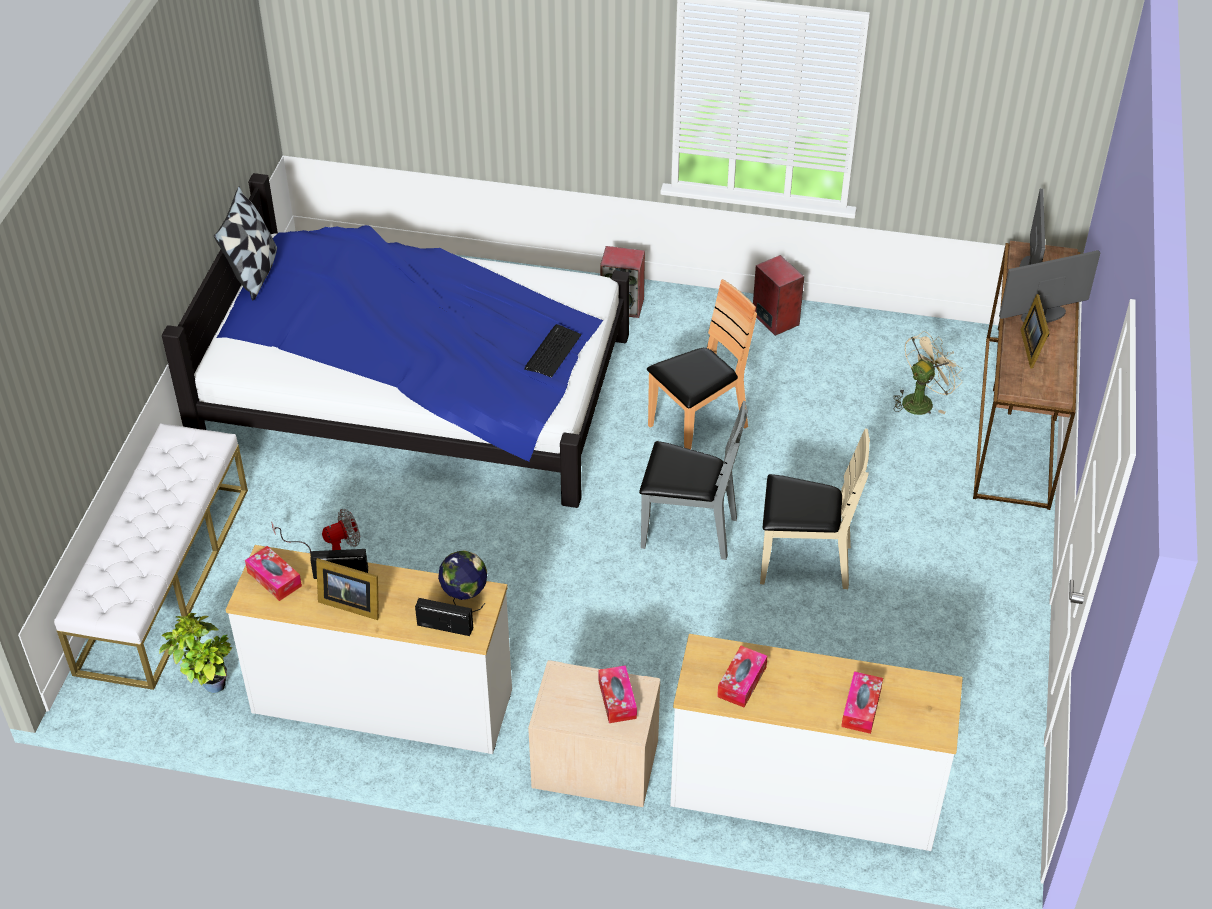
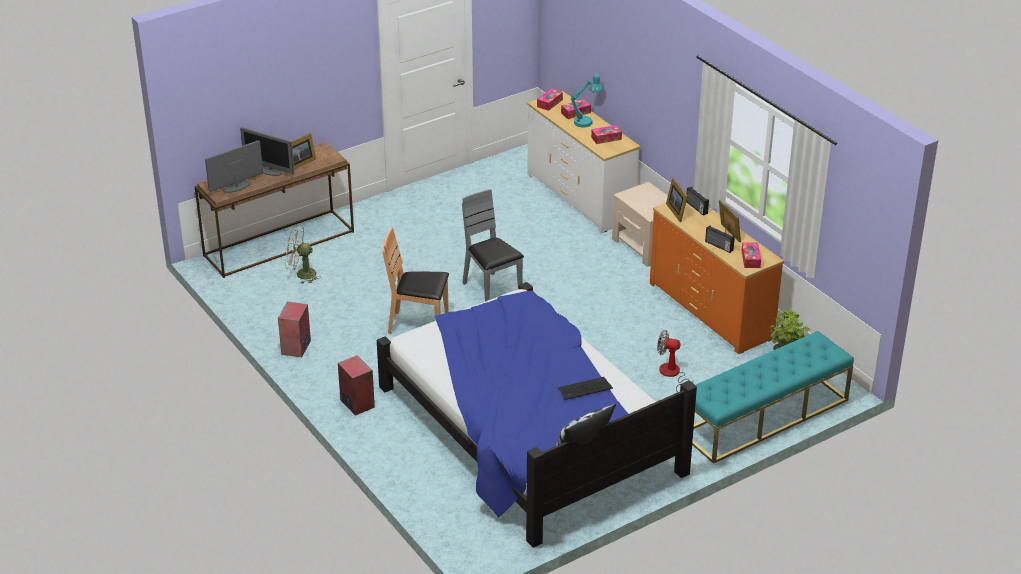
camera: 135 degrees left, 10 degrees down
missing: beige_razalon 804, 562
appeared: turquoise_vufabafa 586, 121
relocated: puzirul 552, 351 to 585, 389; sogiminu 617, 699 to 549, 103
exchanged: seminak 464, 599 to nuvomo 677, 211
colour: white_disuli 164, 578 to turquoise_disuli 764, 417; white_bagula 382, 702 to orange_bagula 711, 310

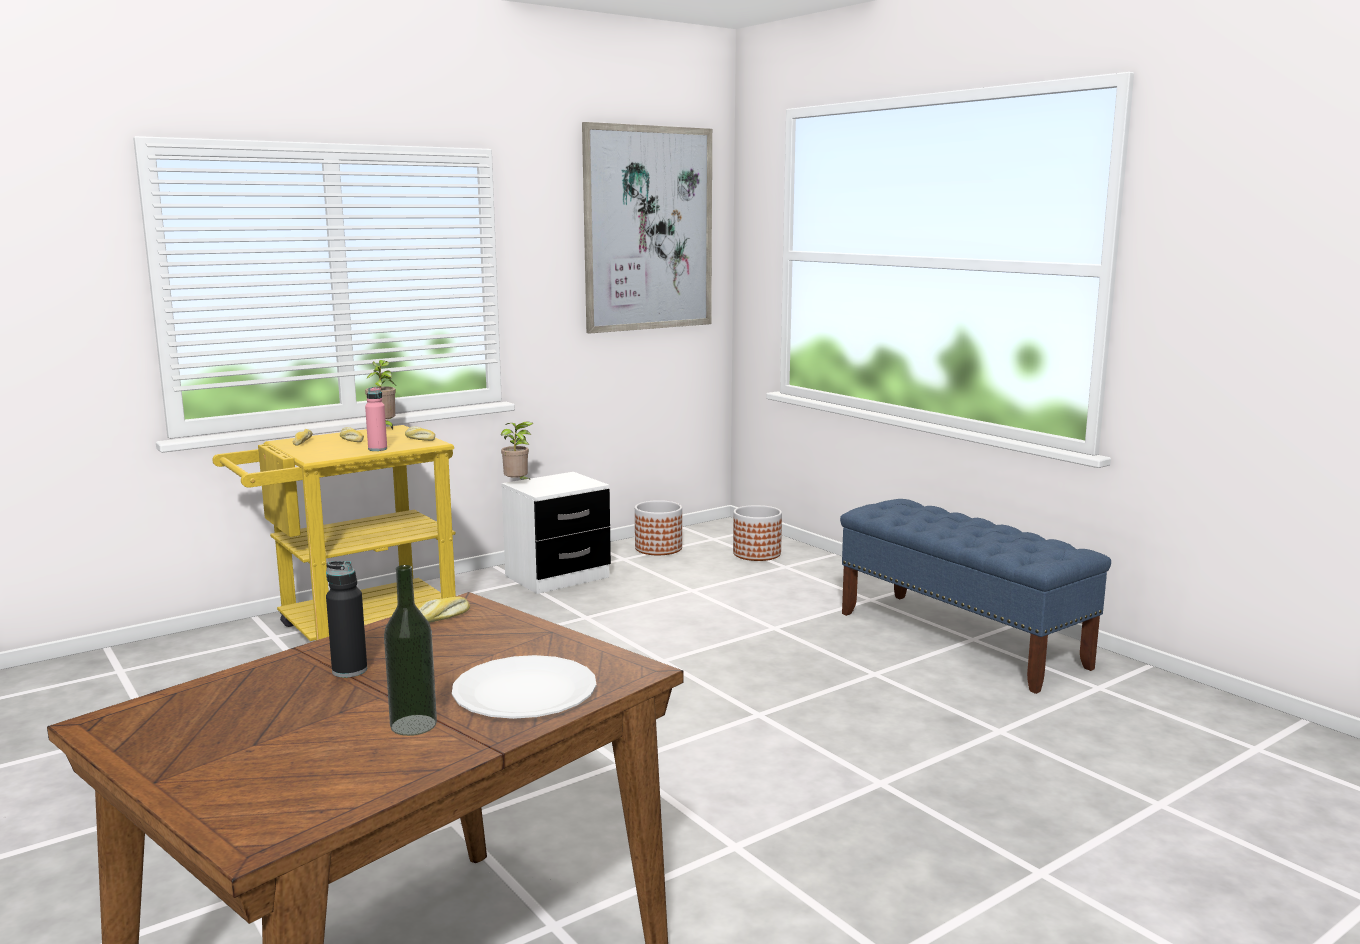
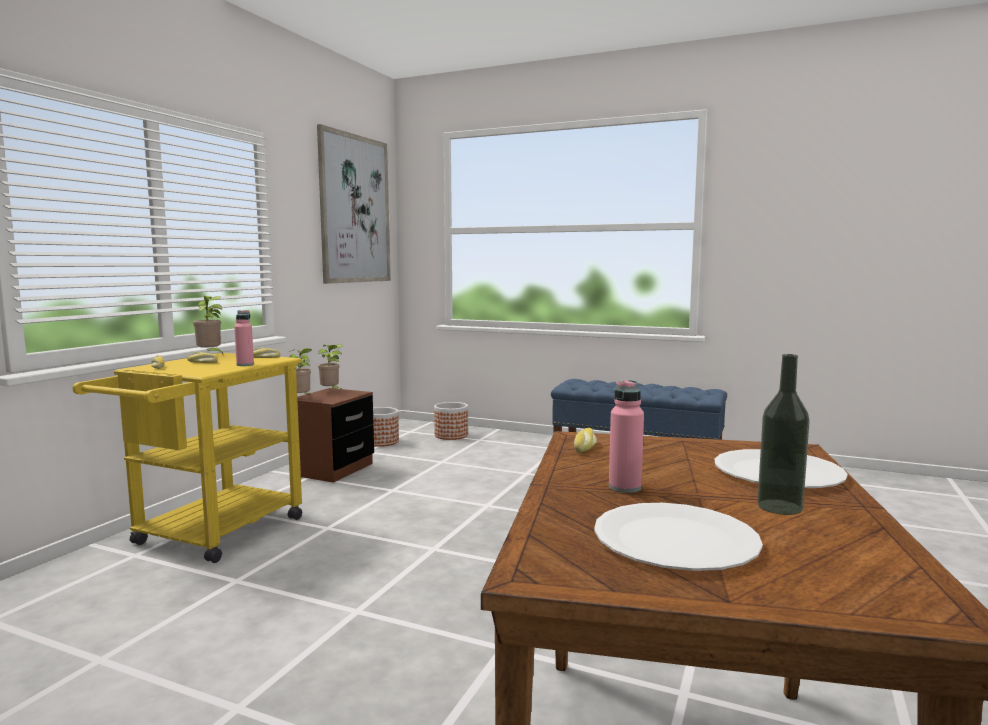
camera: 30 degrees left, 5 degrees down
appeared: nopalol 331, 391; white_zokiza 675, 540
colour: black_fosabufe 349, 670 to pink_fosabufe 625, 487; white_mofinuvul 557, 577 to brown_mofinuvul 333, 469

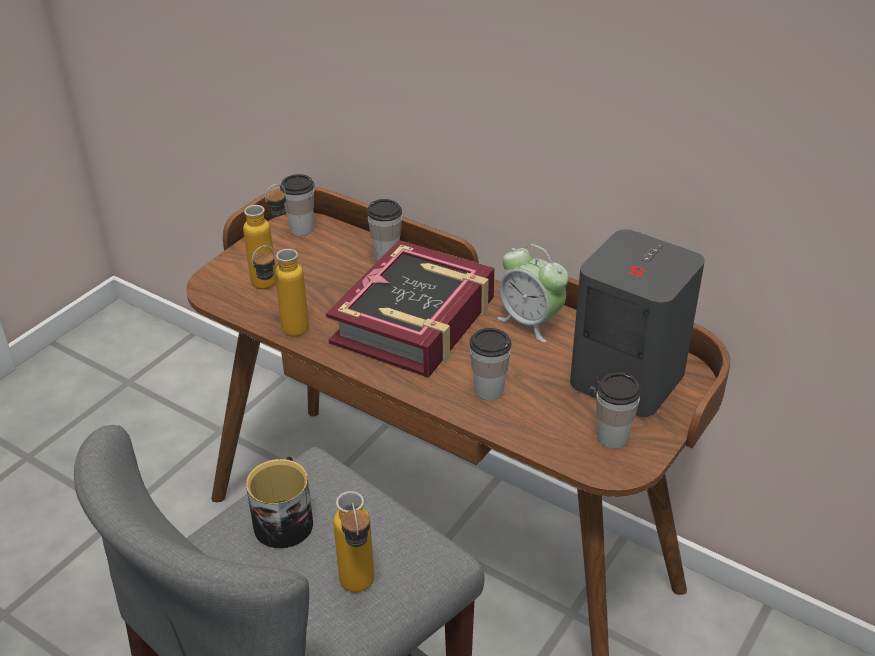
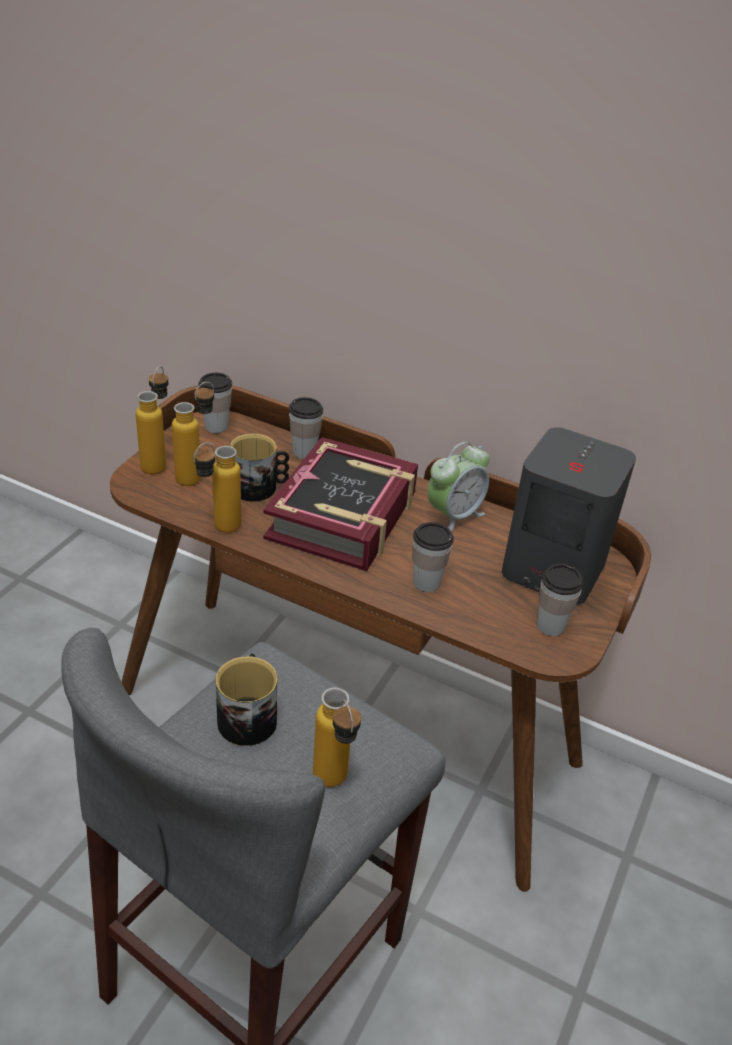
camera: 10 degrees left, 0 degrees up
appeared: fosabufe 158, 462; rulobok 259, 487
spun: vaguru 530, 322 = 453, 516 75 degrees counterclockwise

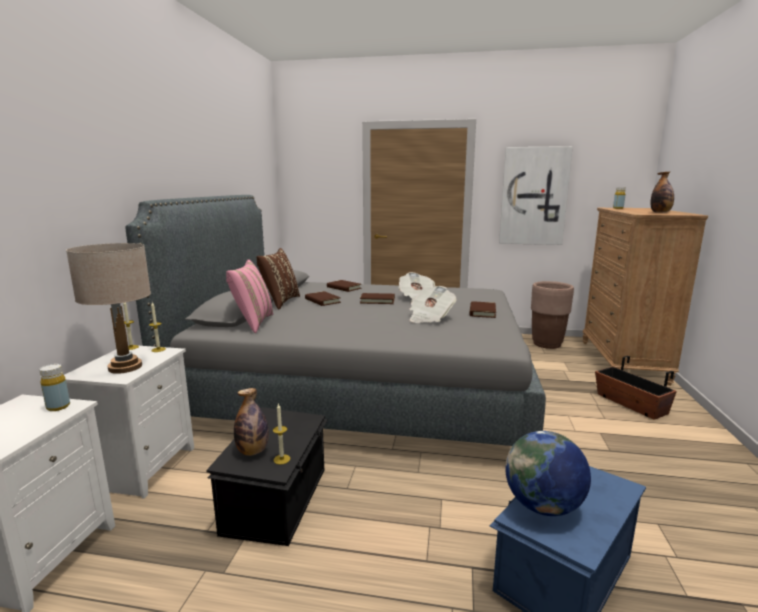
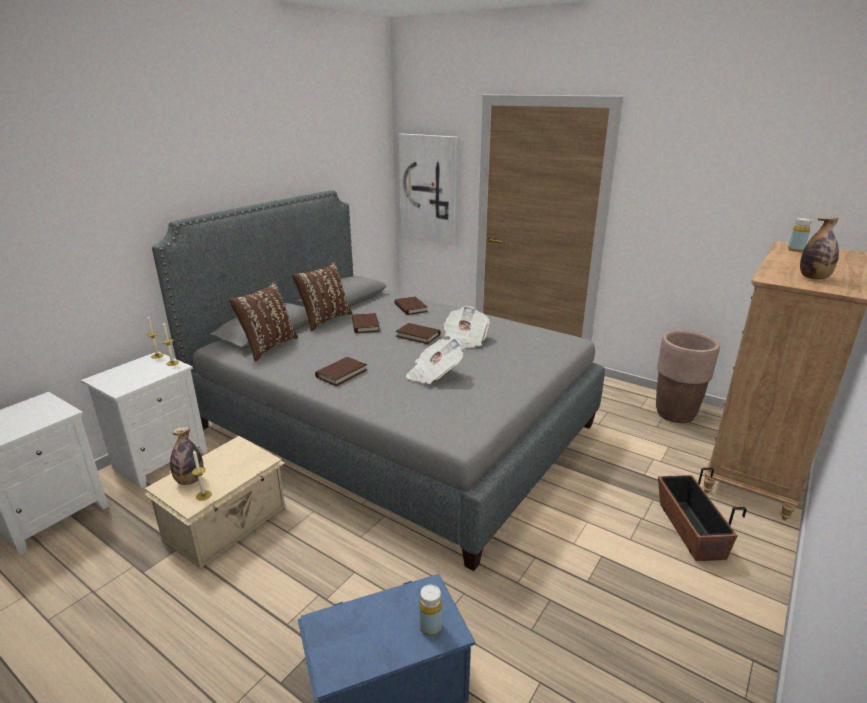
camera: 25 degrees right, 10 degrees up
missing: beige_vufabafa 125, 367; seminak 543, 506
relocated: yellow_fosabufe 58, 407 to 430, 627; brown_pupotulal 482, 312 to 341, 373; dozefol 533, 196 to 429, 189
colour: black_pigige 278, 499 to beige_pigige 227, 523; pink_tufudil 252, 323 to brown_tufudil 268, 347

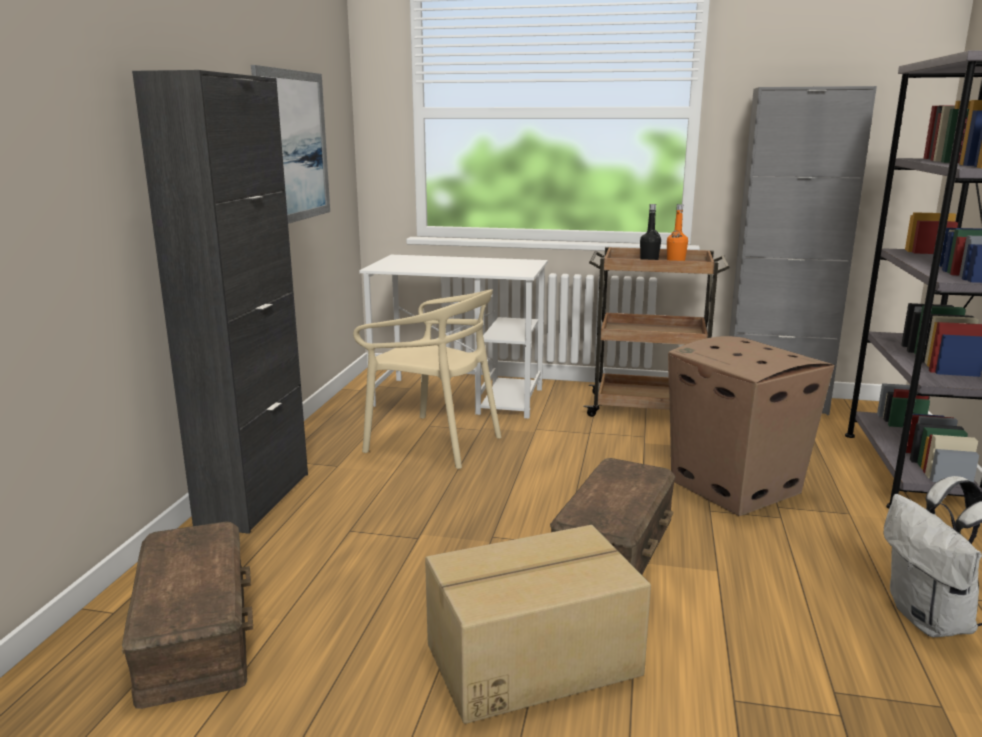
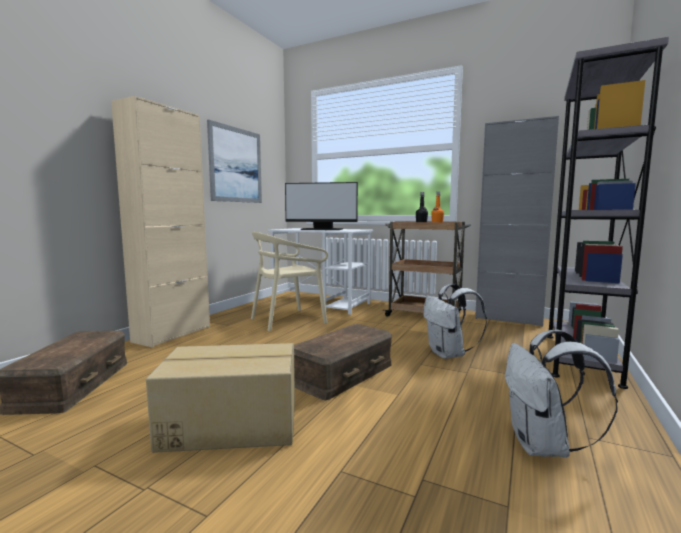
camera: 15 degrees right, 10 degrees down
appeared: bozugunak 322, 229
exchanged: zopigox 736, 487 to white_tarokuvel 449, 354
colour: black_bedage 254, 499 to beige_bedage 172, 334
spun: beige_razalon 434, 442 = 288, 320 105 degrees clockwise

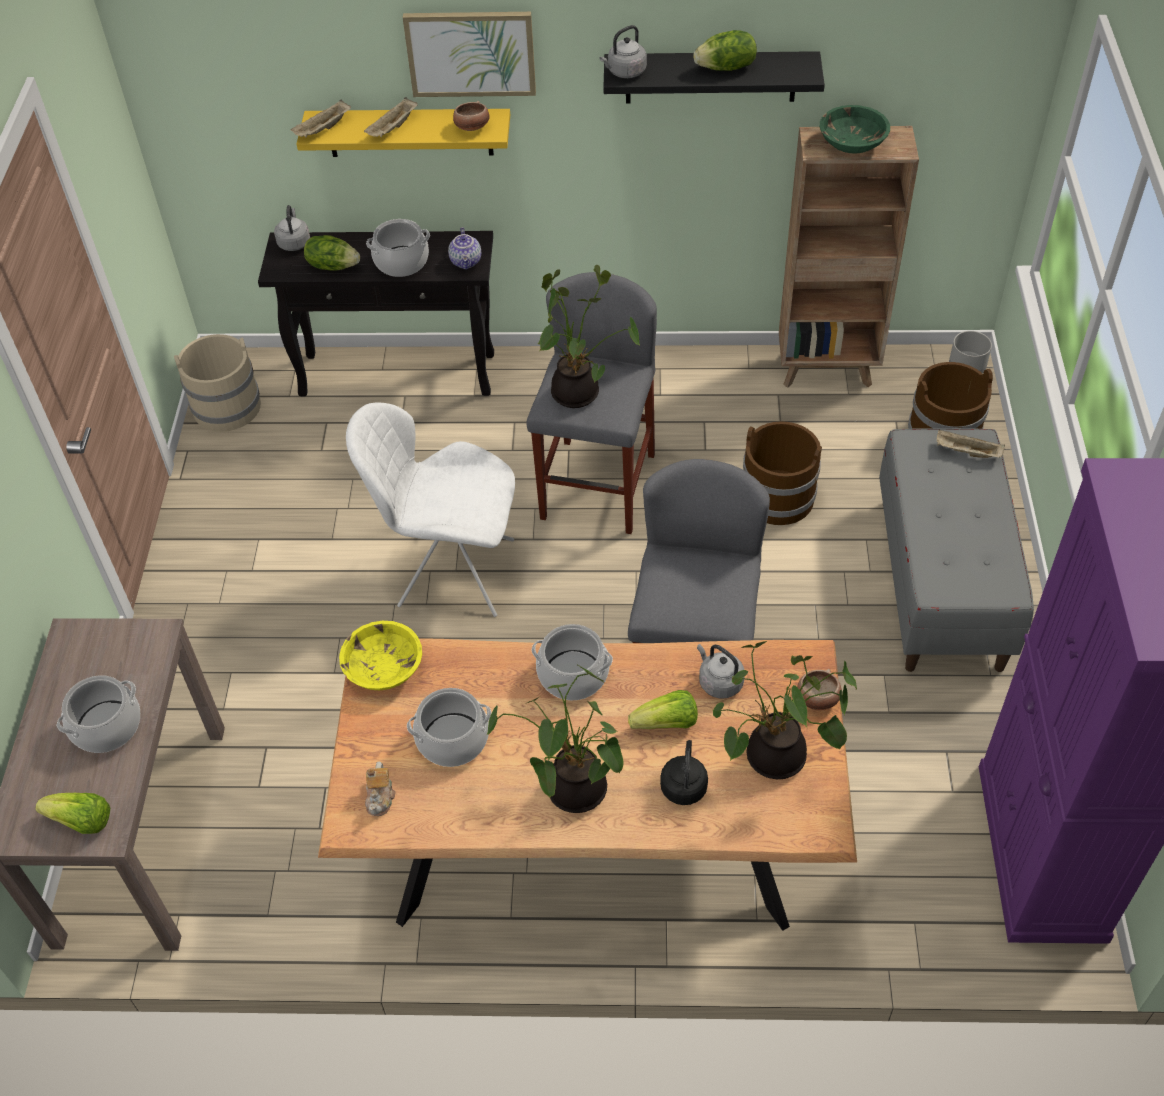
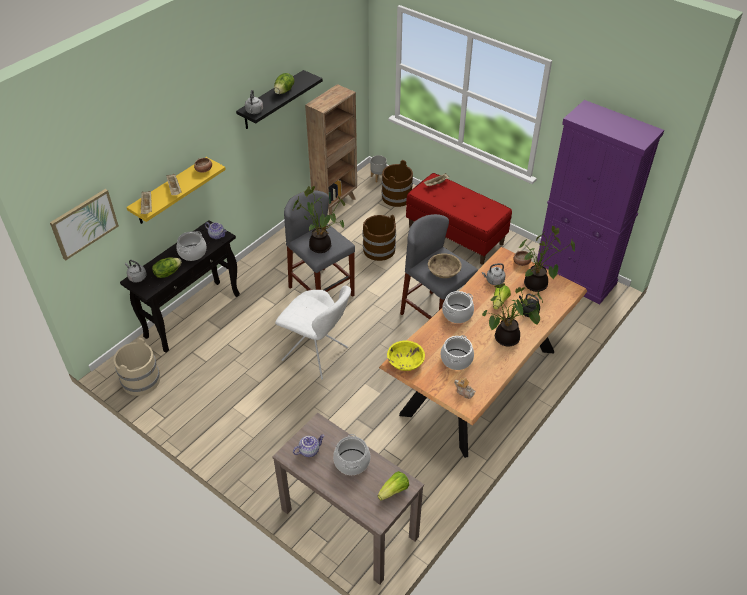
camera: 55 degrees left, 5 degrees down
missing: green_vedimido 852, 144
appeared: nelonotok 309, 450; beige_vedimido 443, 272
relocated: dozefol 471, 53 to 84, 223
colour: grey_disuli 941, 583 to red_disuli 456, 235
spun: white_razalon 451, 572 = 317, 355 105 degrees counterclockwise

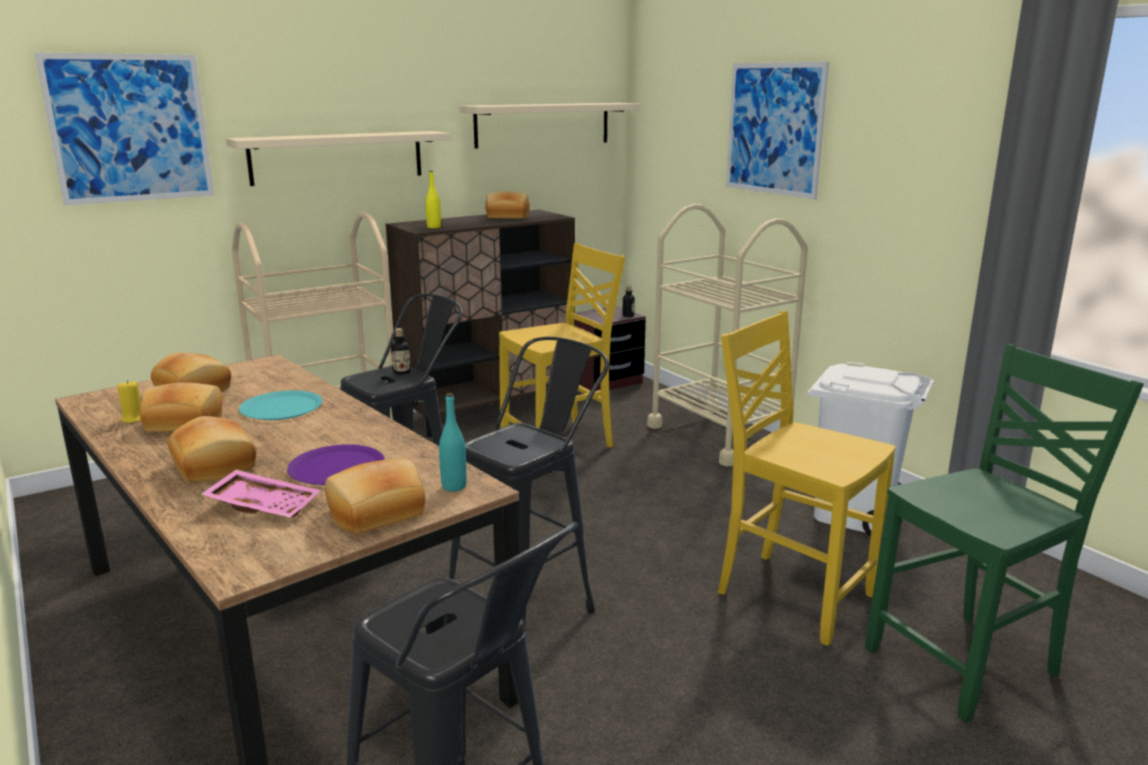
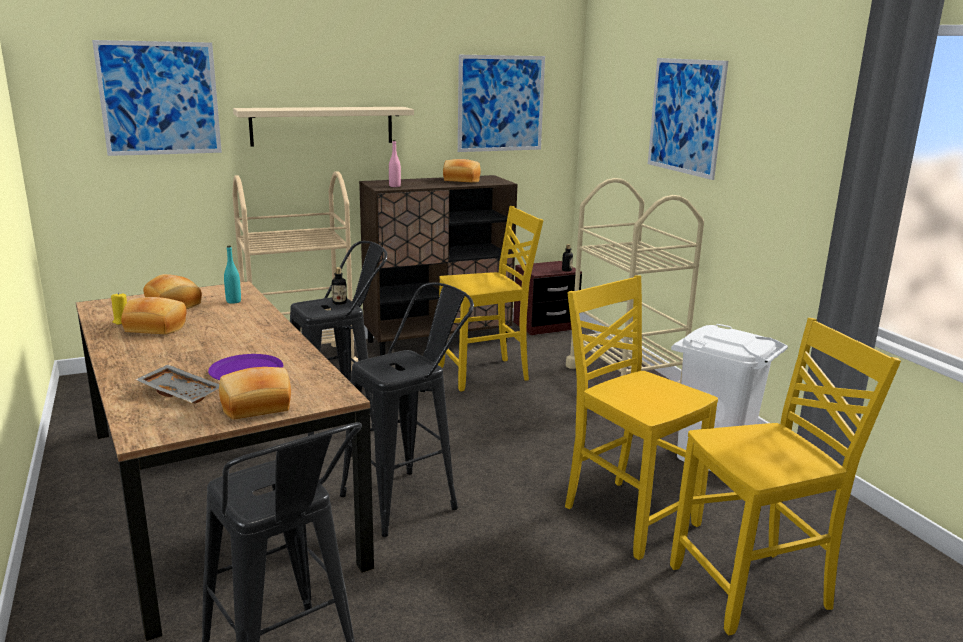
camera: 10 degrees right, 0 degrees up
missing: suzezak 216, 465; turquoise_zokiza 281, 407
relocated: turquoise_fosabufe 454, 486 to 233, 301
exchanged: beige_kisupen 543, 124 to dozefol 501, 103
colour: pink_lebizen 264, 505 to grey_lebizen 181, 392; yellow_fosabufe 434, 227 to pink_fosabufe 394, 186; green_razalon 967, 663 to yellow_razalon 754, 589

